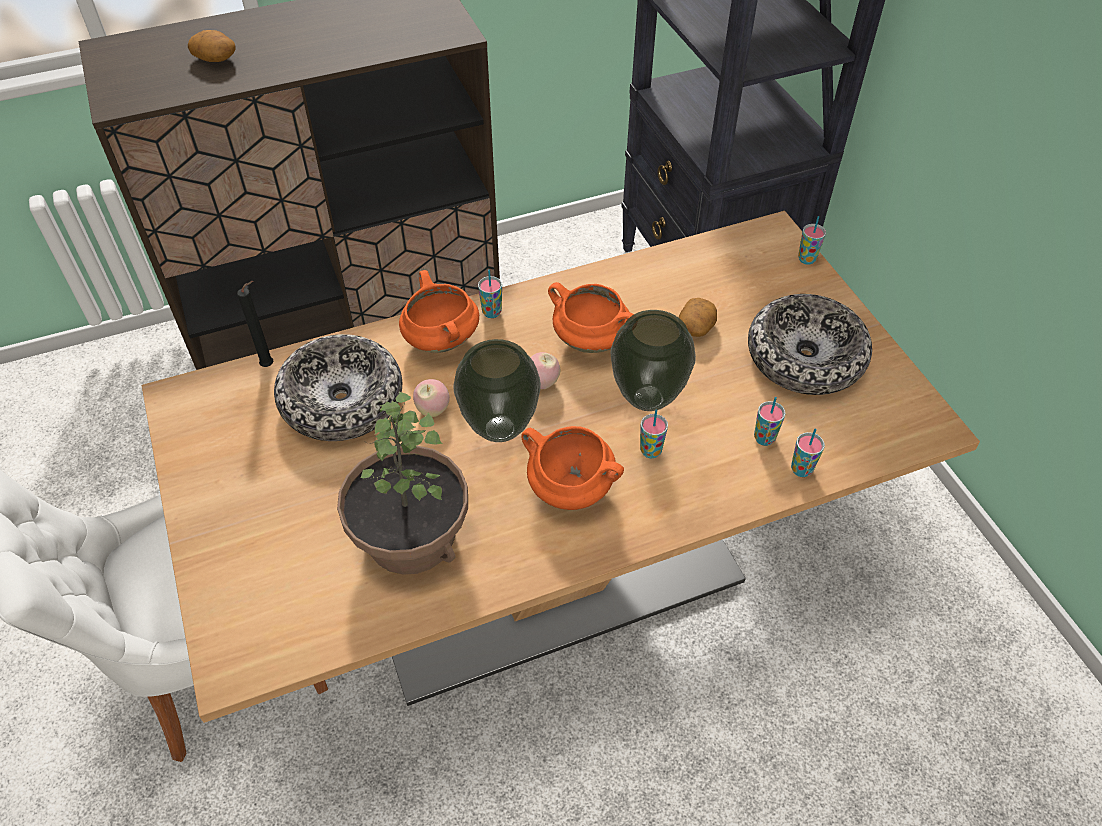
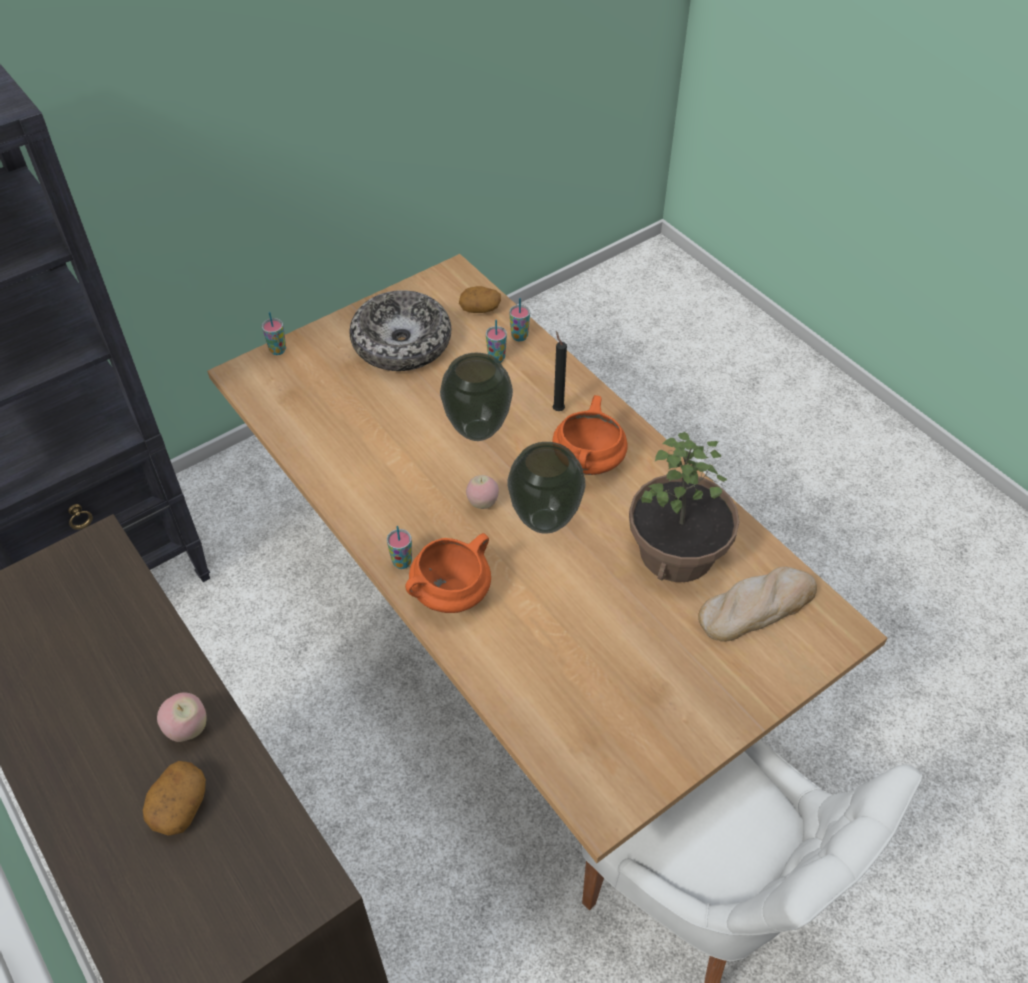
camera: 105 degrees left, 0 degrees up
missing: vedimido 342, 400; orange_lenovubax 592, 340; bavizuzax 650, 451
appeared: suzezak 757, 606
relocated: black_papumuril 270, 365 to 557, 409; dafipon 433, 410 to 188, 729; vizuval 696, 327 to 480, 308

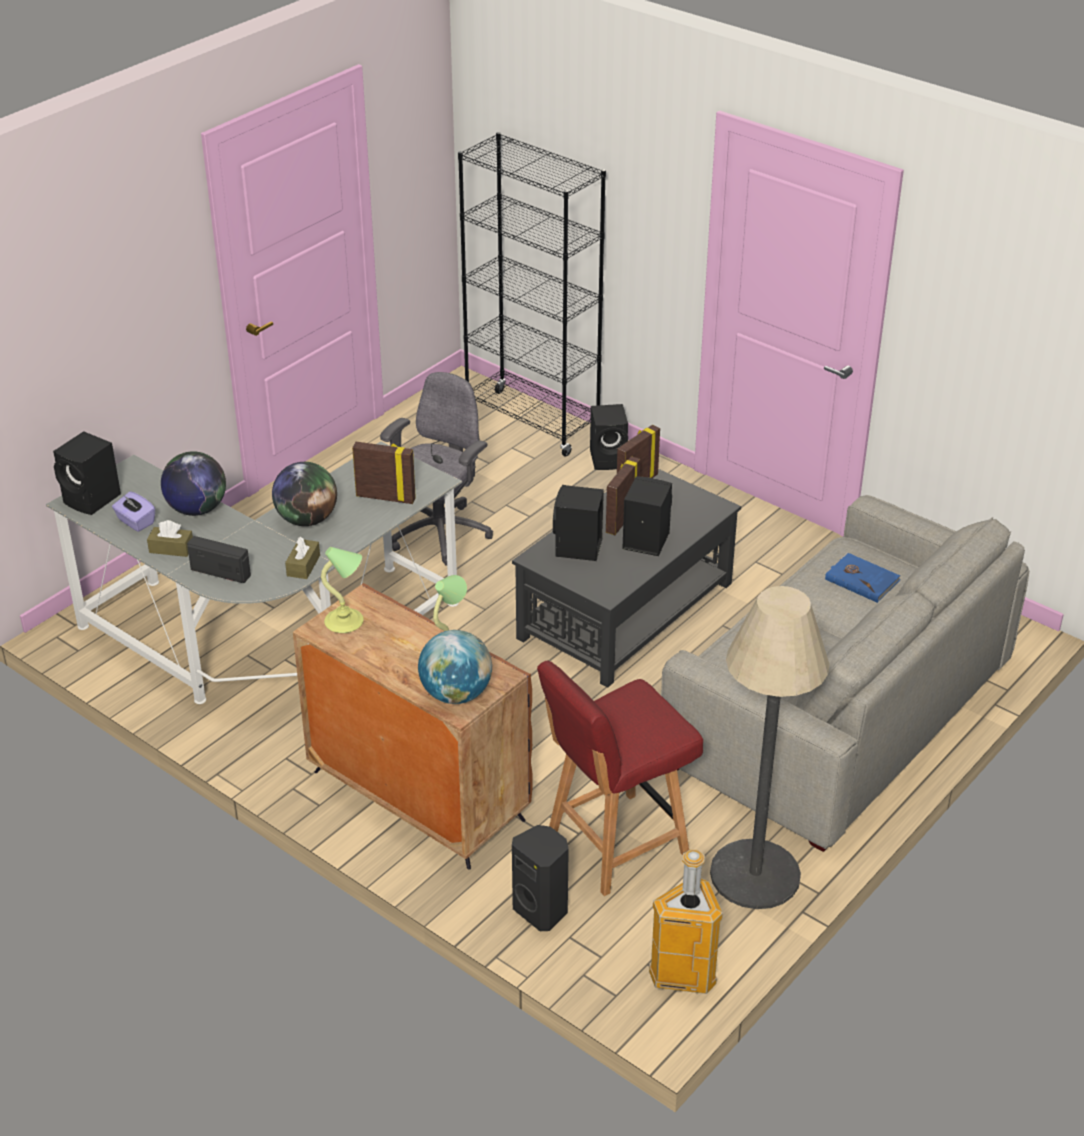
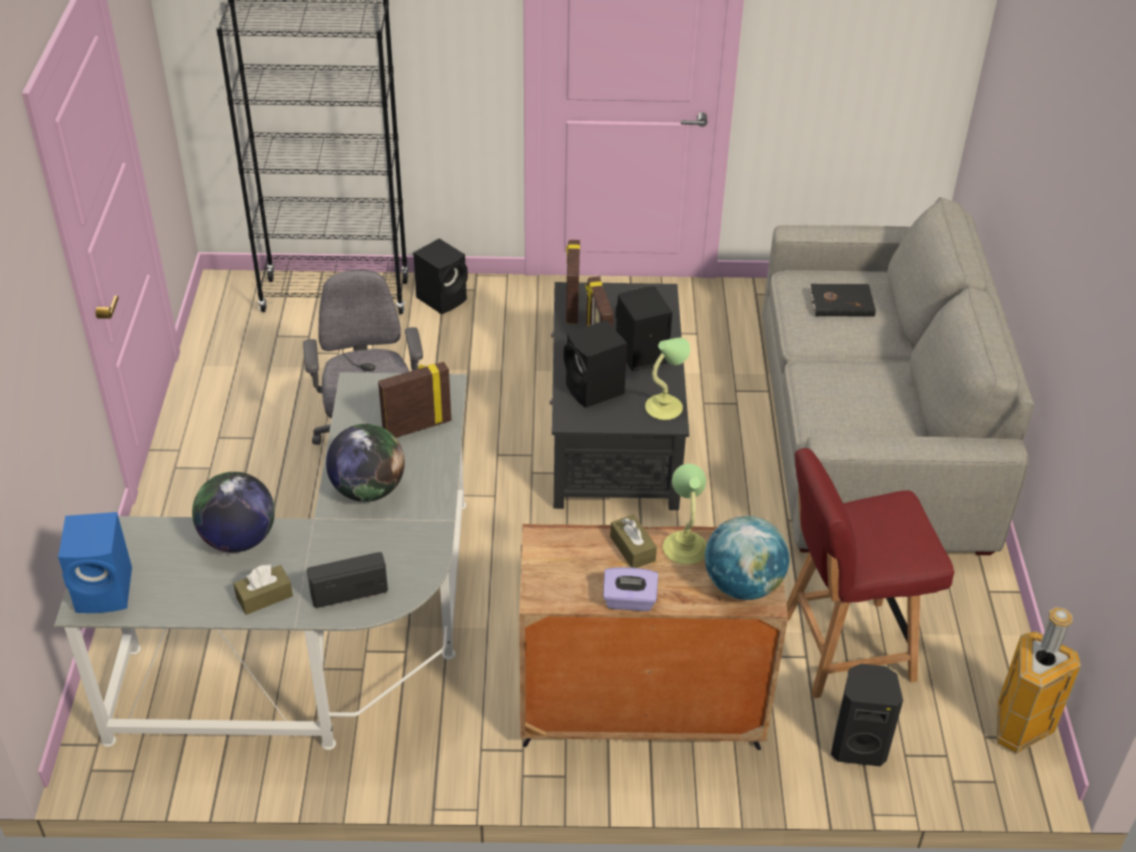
camera: 40 degrees left, 5 degrees up
missing: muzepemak 755, 875
relocated: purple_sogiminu 135, 522 to 629, 601; brown_sogiminu 303, 565 to 632, 549; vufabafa 345, 622 to 665, 408
colour: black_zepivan 93, 500 to blue_zepivan 106, 590; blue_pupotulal 862, 579 to black_pupotulal 840, 302
spun: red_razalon 614, 844 = 843, 648 60 degrees clockwise

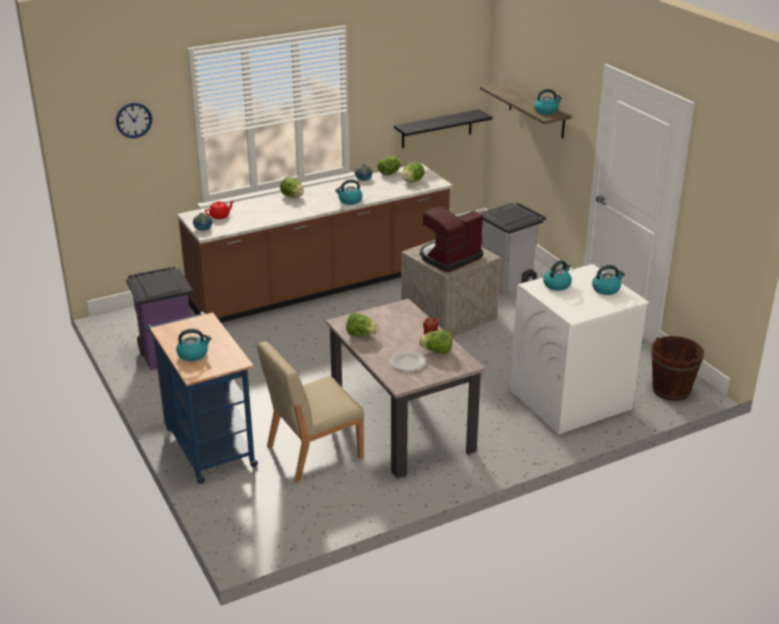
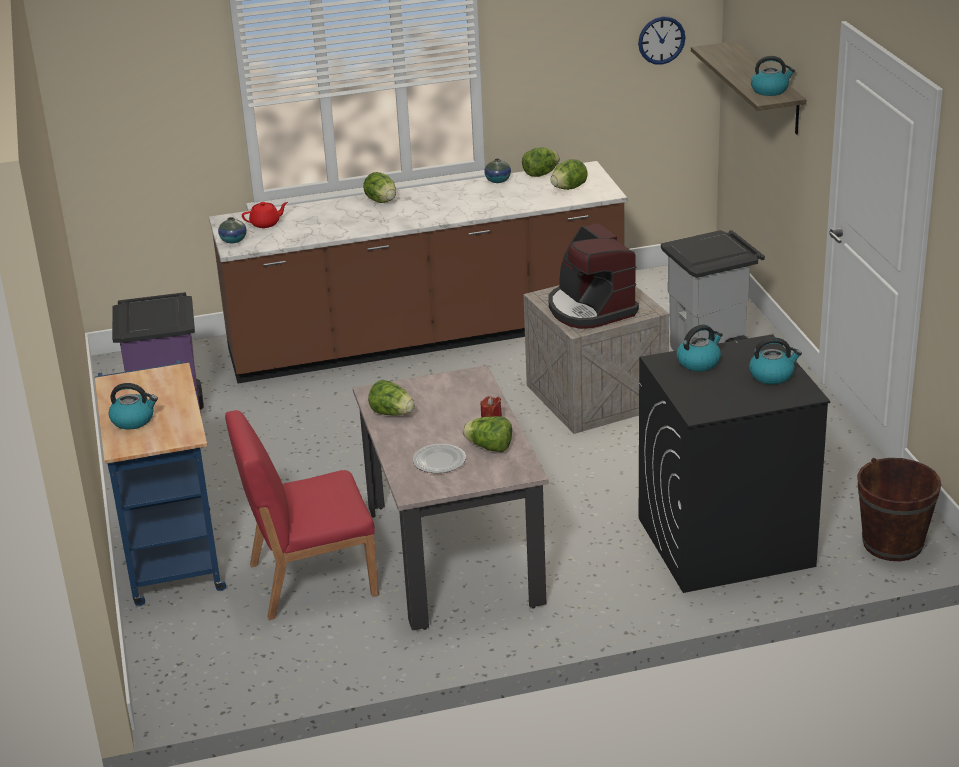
camera: 15 degrees right, 0 degrees up
missing: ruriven 350, 201; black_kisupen 437, 129
relocated: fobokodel 133, 120 to 661, 40
colour: beige_razalon 313, 452 to red_razalon 311, 579; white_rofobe 570, 400 to black_rofobe 724, 542
spun: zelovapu 449, 258 = 590, 309 90 degrees counterclockwise

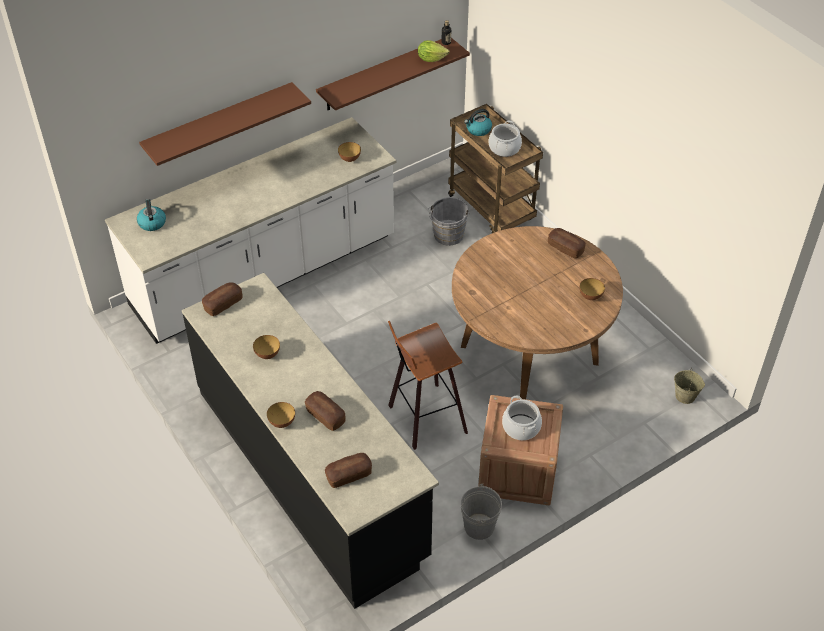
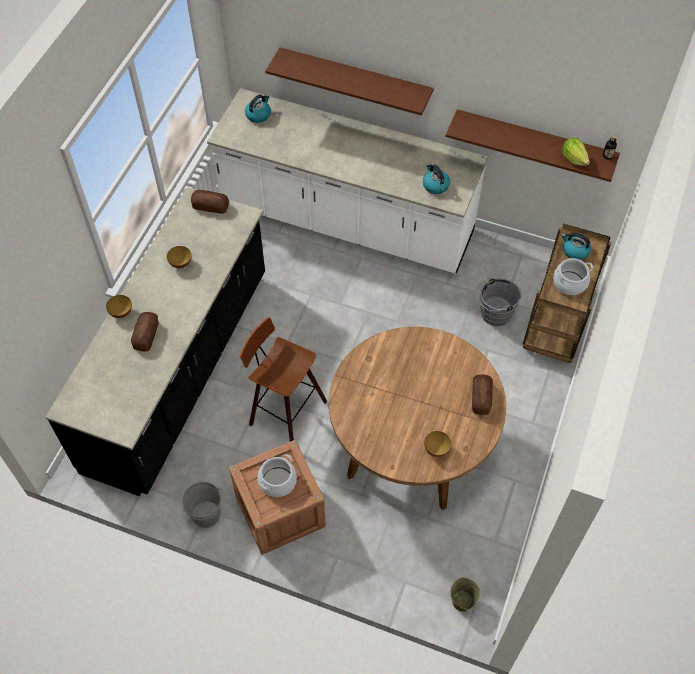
camera: 55 degrees right, 10 degrees up
missing: suzezak 349, 475
exchanged: vedimido 349, 159 to ruriven 435, 185

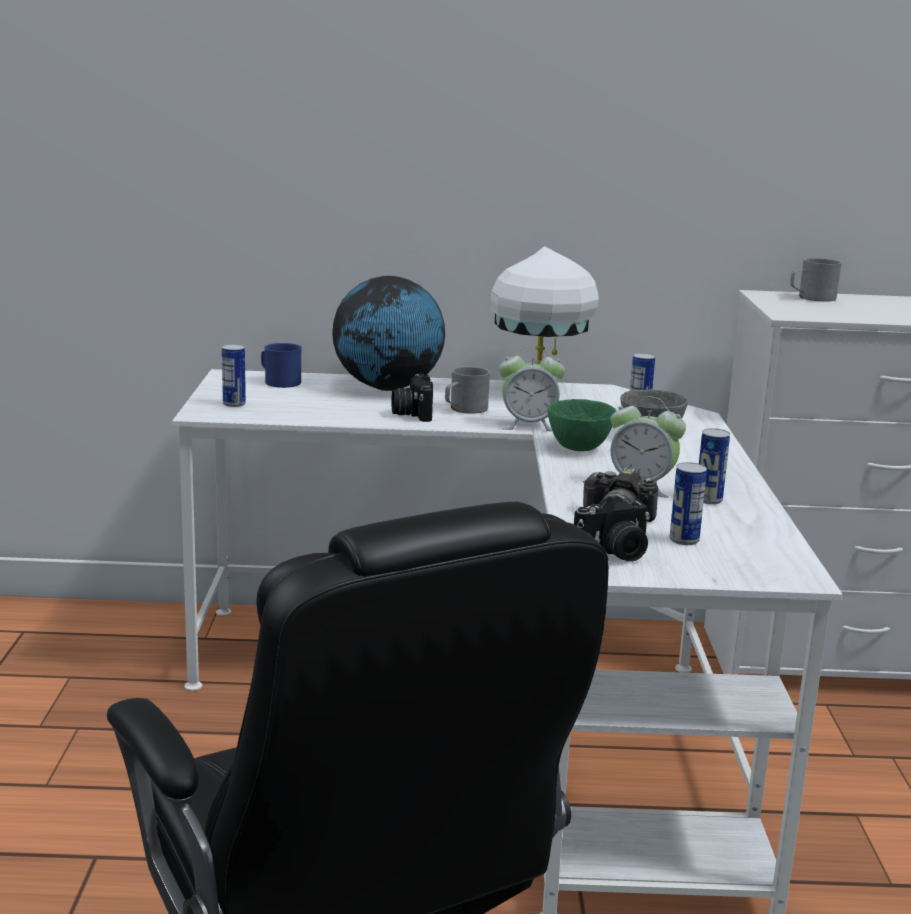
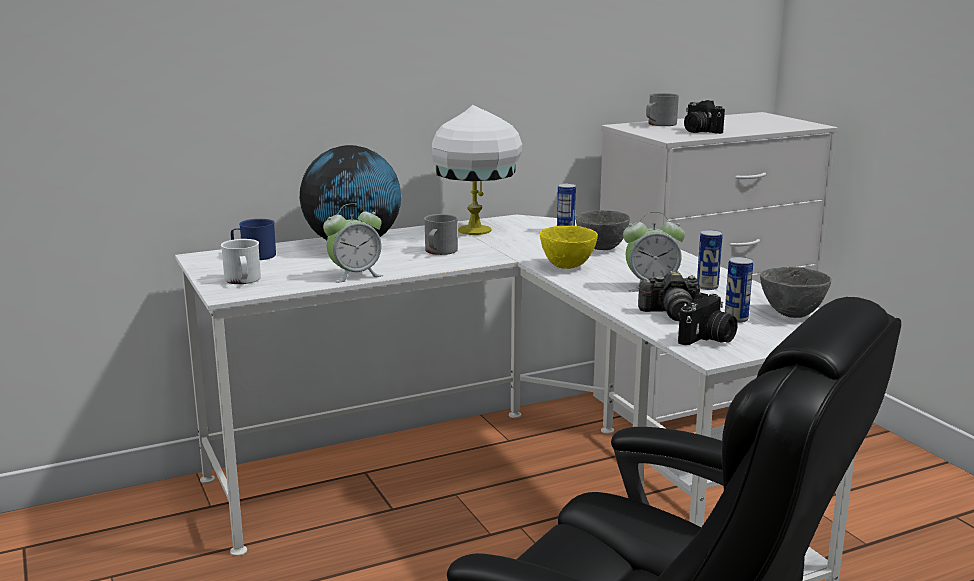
camera: 25 degrees left, 0 degrees up
appeared: grey_vedimido 792, 314
relocated: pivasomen 412, 413 to 699, 131; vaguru 528, 425 to 355, 275
exchanged: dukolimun 234, 404 to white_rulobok 243, 281
colour: green_vedimido 580, 449 to yellow_vedimido 568, 266

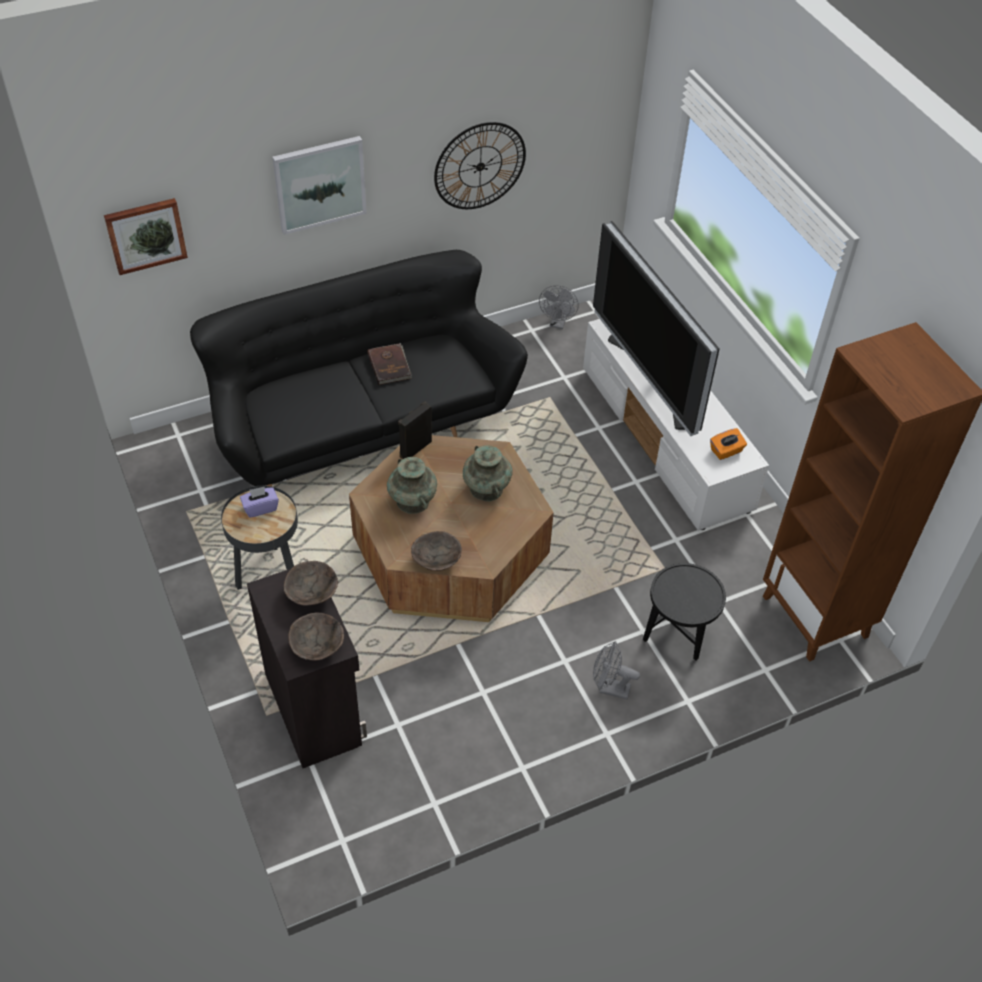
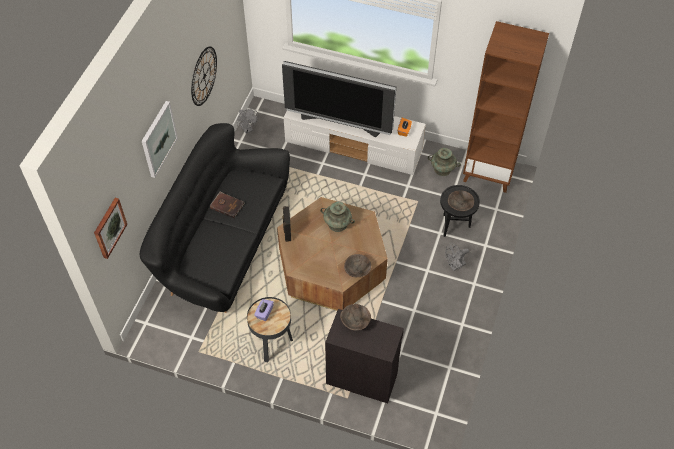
camera: 45 degrees left, 5 degrees up
relocated: brown_vedimido 317, 647 to 460, 206; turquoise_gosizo 413, 501 to 442, 169

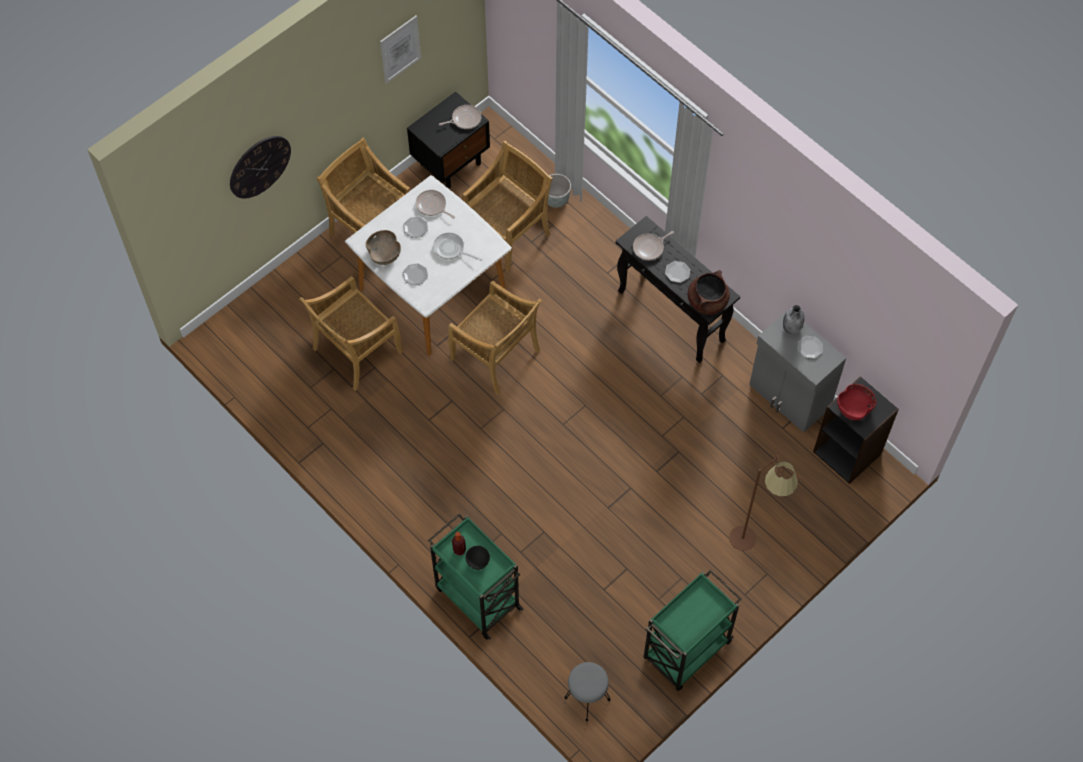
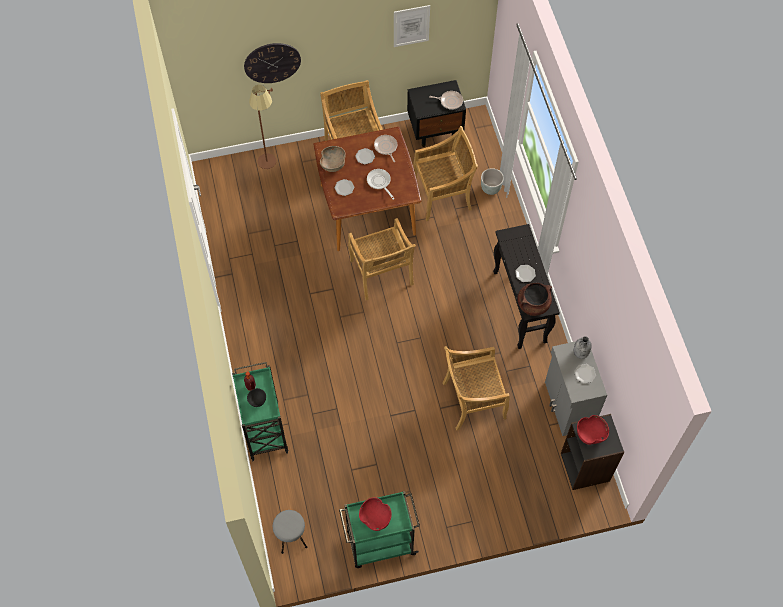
camera: 30 degrees right, 0 degrees up
missing: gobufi 649, 248
appeared: red_vedimido 375, 517
relocated: beige_razalon 356, 352 to 472, 401; brown_muzepemak 753, 544 to 270, 167
colour: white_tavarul 433, 292 to brown_tavarul 367, 210

